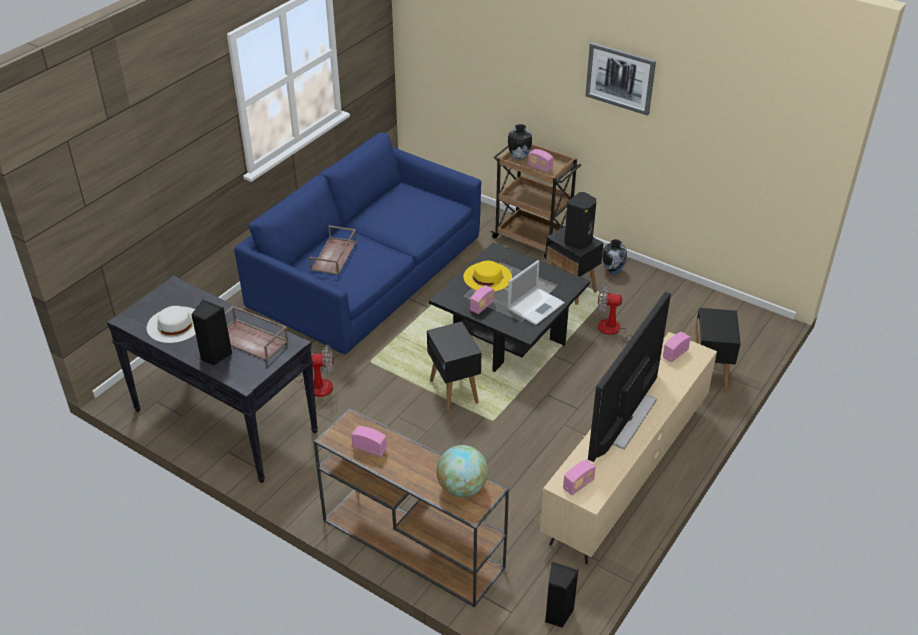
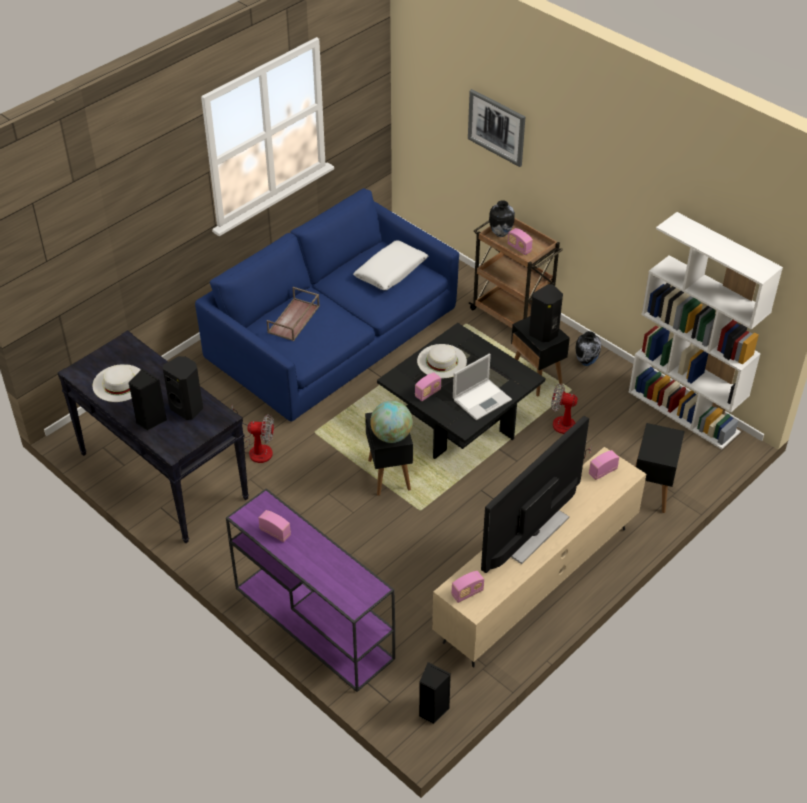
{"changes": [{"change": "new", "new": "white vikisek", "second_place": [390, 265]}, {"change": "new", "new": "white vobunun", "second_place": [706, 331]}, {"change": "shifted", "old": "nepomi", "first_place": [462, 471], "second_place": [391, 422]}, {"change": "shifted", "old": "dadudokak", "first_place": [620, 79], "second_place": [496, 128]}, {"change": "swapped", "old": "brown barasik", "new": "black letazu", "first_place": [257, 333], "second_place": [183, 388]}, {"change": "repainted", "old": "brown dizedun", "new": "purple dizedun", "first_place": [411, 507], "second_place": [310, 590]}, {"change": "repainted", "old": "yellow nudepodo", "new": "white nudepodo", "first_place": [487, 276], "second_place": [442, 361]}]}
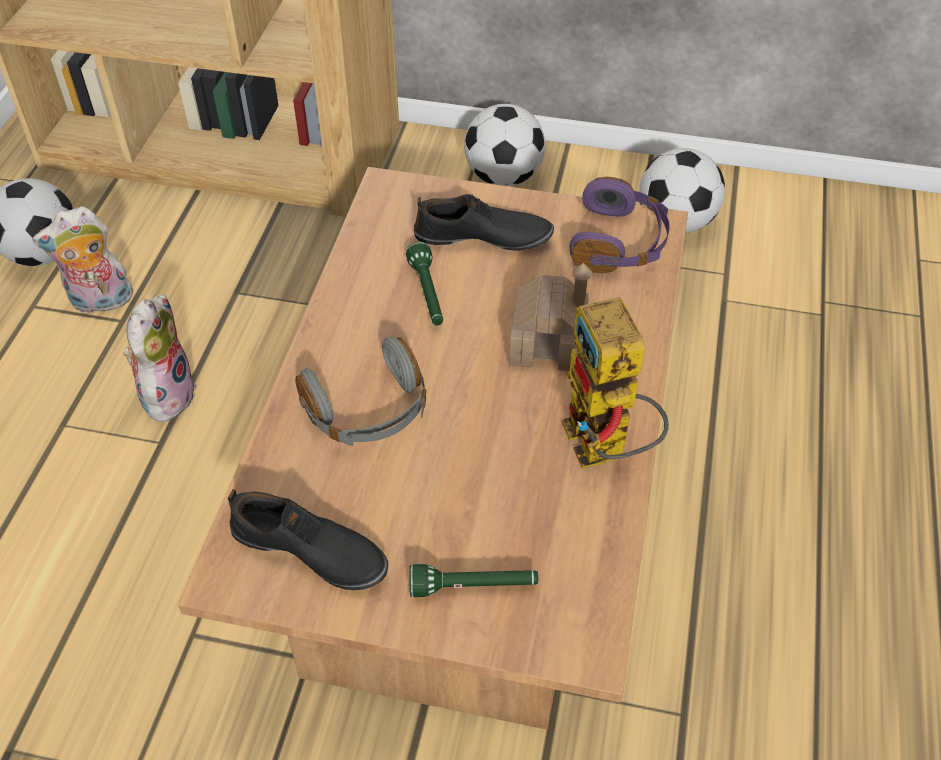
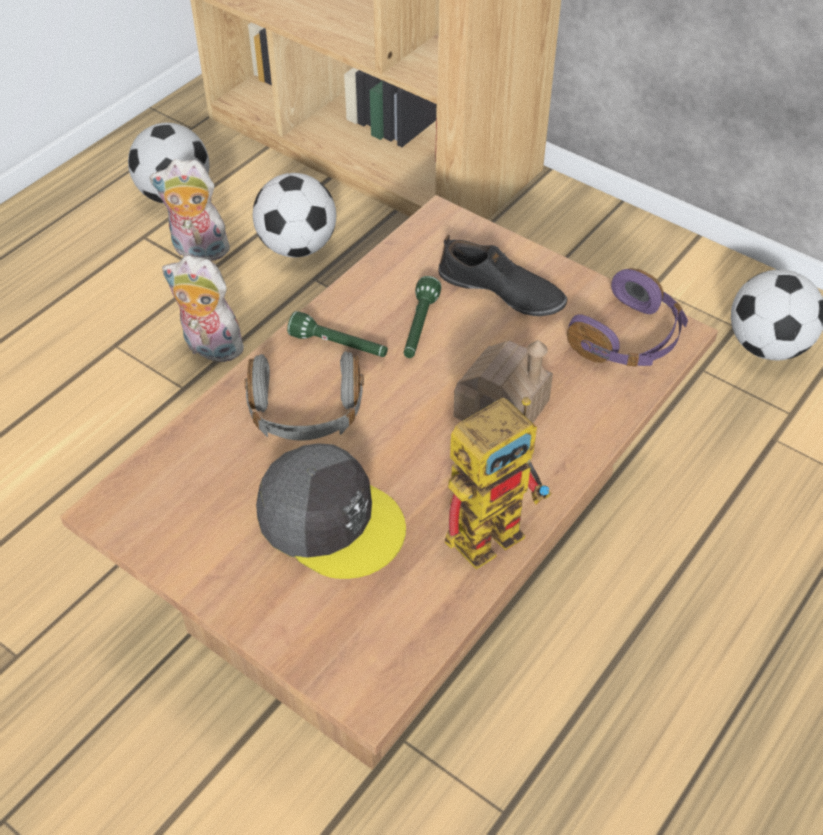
{"changes": [{"change": "gone", "old": "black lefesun", "first_place": [308, 539]}, {"change": "new", "new": "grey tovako", "second_place": [331, 511]}, {"change": "shifted", "old": "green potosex", "first_place": [473, 580], "second_place": [337, 334]}, {"change": "shifted", "old": "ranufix", "first_place": [504, 145], "second_place": [294, 215]}, {"change": "rotated", "old": "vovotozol", "first_place": [160, 358], "second_place": [203, 308], "degrees": -105}, {"change": "rotated", "old": "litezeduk", "first_place": [615, 383], "second_place": [498, 483], "degrees": -135}]}
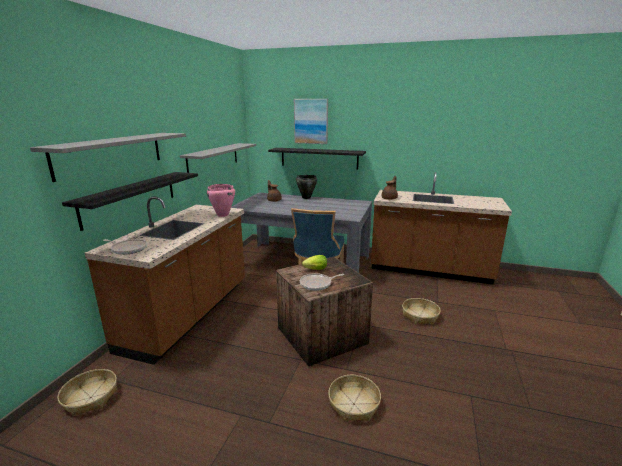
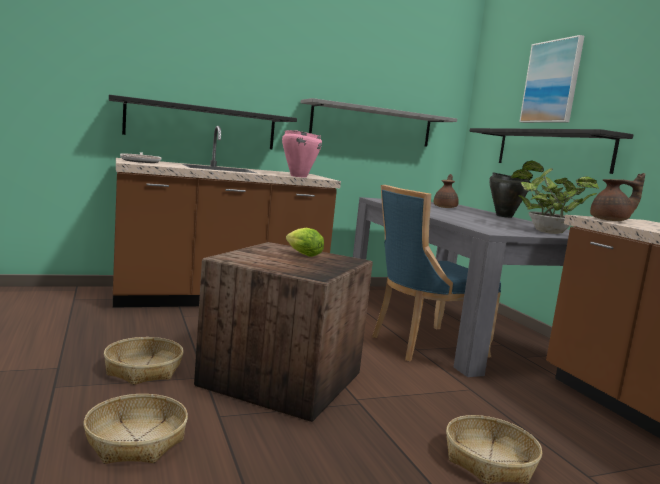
{"changes": [{"change": "gone", "old": "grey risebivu", "first_place": [108, 157]}, {"change": "gone", "old": "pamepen", "first_place": [322, 282]}, {"change": "new", "new": "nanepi", "second_place": [555, 197]}, {"change": "shifted", "old": "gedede", "first_place": [87, 393], "second_place": [144, 361]}]}
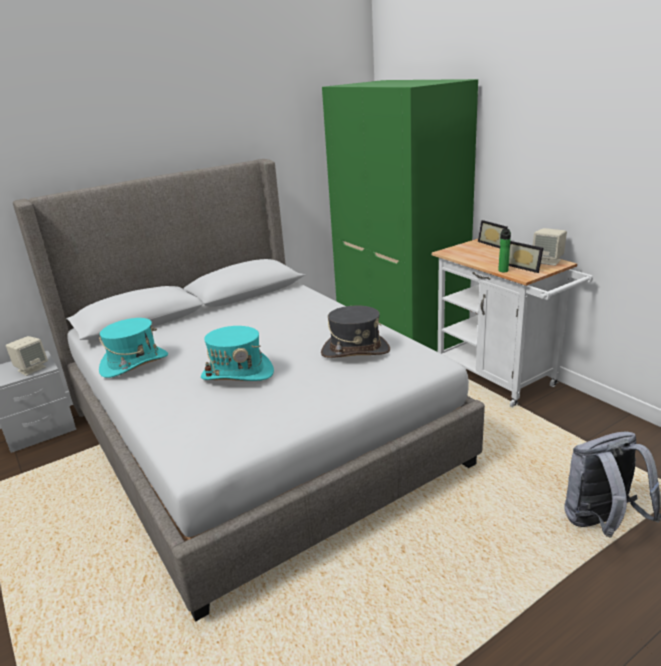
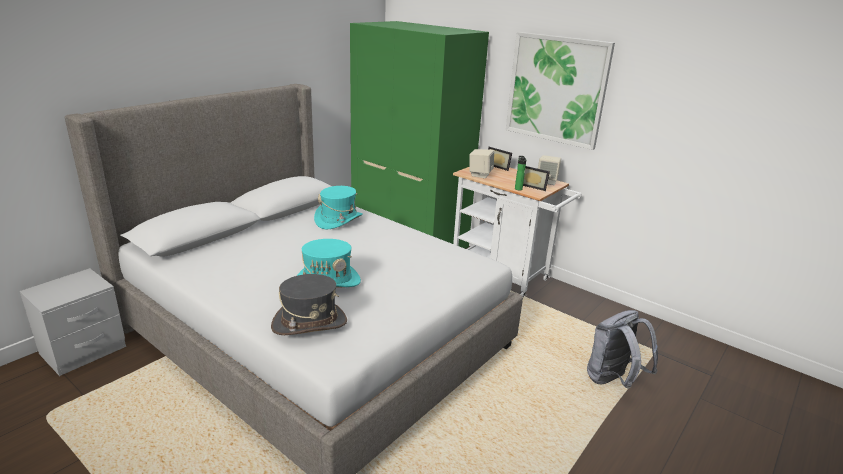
{"changes": [{"change": "new", "new": "dadudokak", "second_place": [560, 91]}, {"change": "shifted", "old": "beige letazu", "first_place": [27, 356], "second_place": [481, 164]}, {"change": "shifted", "old": "turquoise nudepodo", "first_place": [133, 348], "second_place": [338, 207]}, {"change": "shifted", "old": "grey nudepodo", "first_place": [355, 332], "second_place": [309, 304]}]}
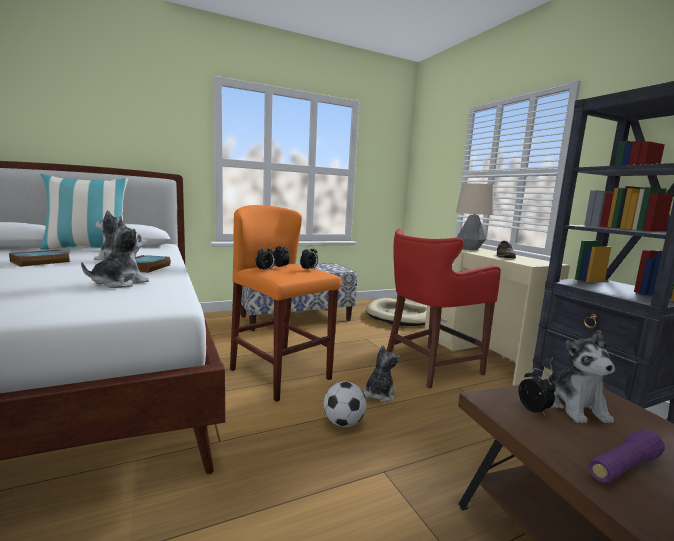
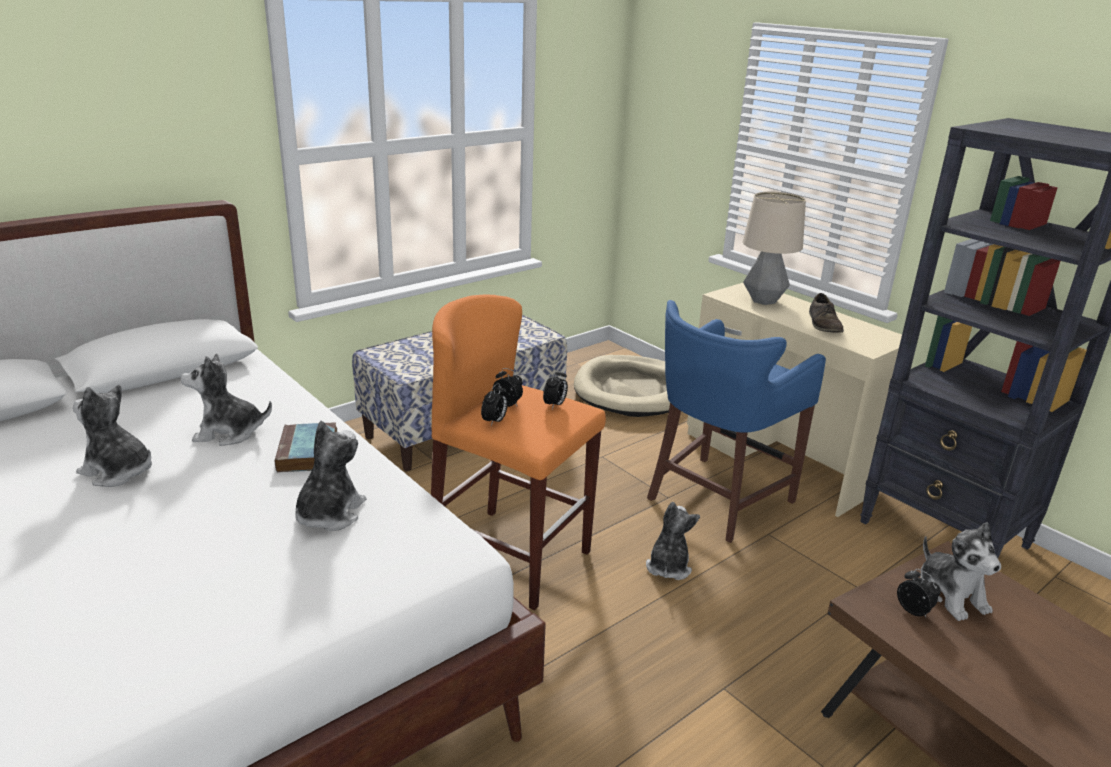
{"changes": [{"change": "gone", "old": "vikisek", "first_place": [84, 212]}, {"change": "gone", "old": "ranufix", "first_place": [345, 404]}, {"change": "gone", "old": "purple potosex", "first_place": [626, 456]}, {"change": "swapped", "old": "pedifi", "new": "vovotozol", "first_place": [39, 258], "second_place": [112, 435]}, {"change": "repainted", "old": "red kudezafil", "new": "blue kudezafil", "first_place": [443, 309], "second_place": [736, 421]}]}
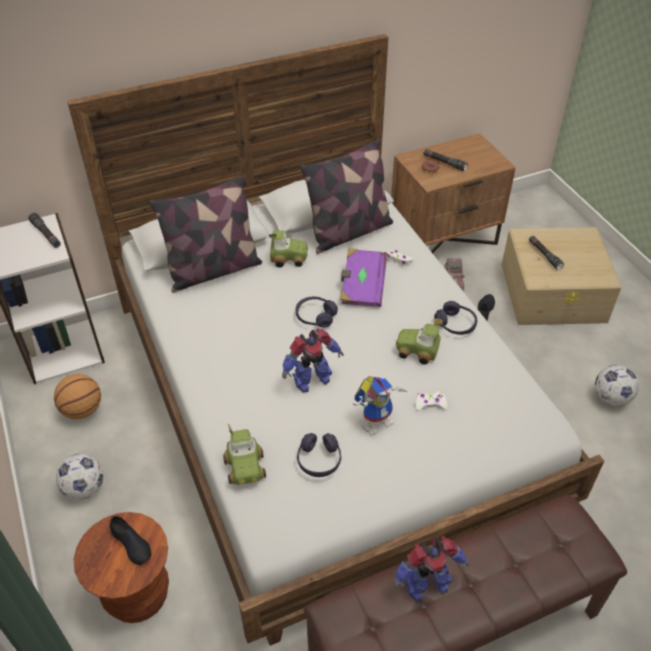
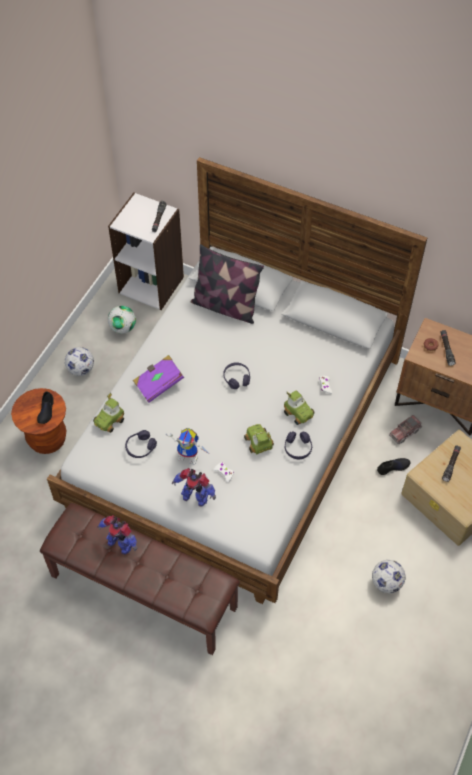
{"changes": [{"change": "gone", "old": "vikisek", "first_place": [346, 196]}, {"change": "shifted", "old": "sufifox", "first_place": [288, 249], "second_place": [299, 408]}, {"change": "shifted", "old": "litezeduk", "first_place": [313, 360], "second_place": [194, 487]}, {"change": "shifted", "old": "purple pedifi", "first_place": [364, 277], "second_place": [158, 379]}, {"change": "swapped", "old": "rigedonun", "new": "ranufix", "first_place": [77, 396], "second_place": [122, 320]}]}
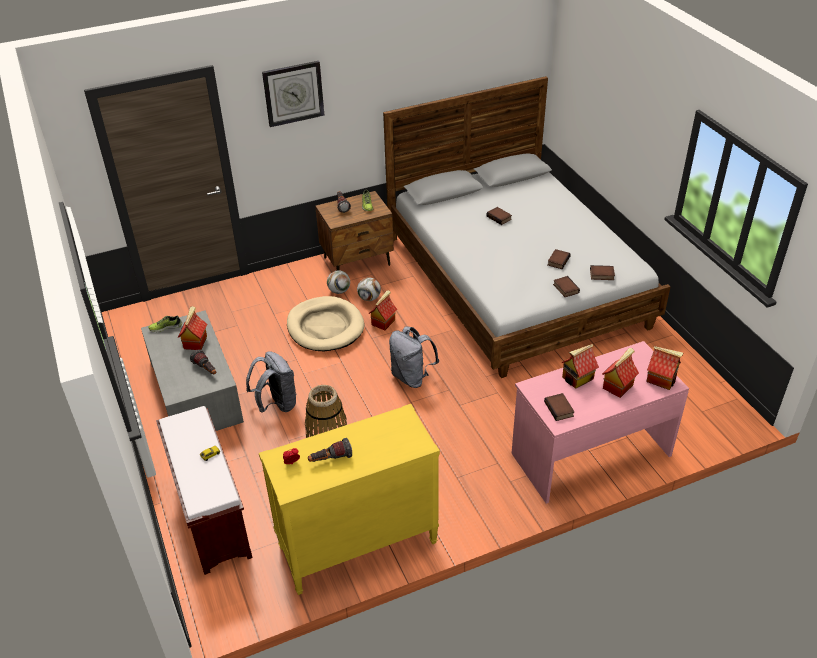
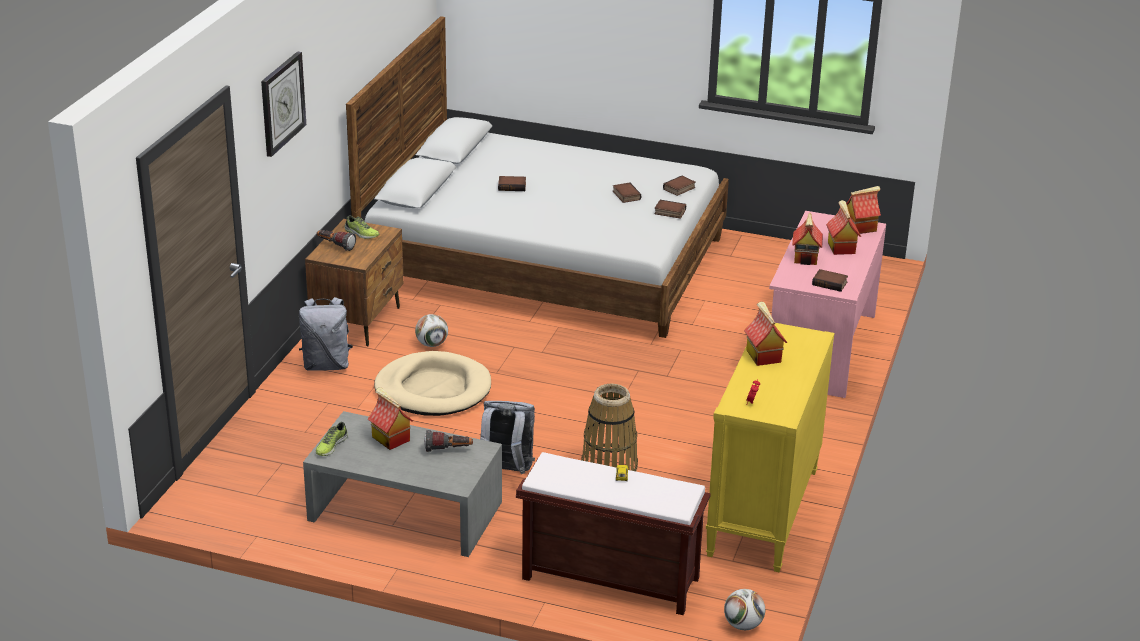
{"changes": [{"change": "gone", "old": "potosex", "first_place": [330, 450]}, {"change": "shifted", "old": "ranufix", "first_place": [338, 282], "second_place": [744, 609]}, {"change": "shifted", "old": "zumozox", "first_place": [382, 310], "second_place": [765, 334]}, {"change": "shifted", "old": "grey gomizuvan", "first_place": [414, 357], "second_place": [326, 334]}]}
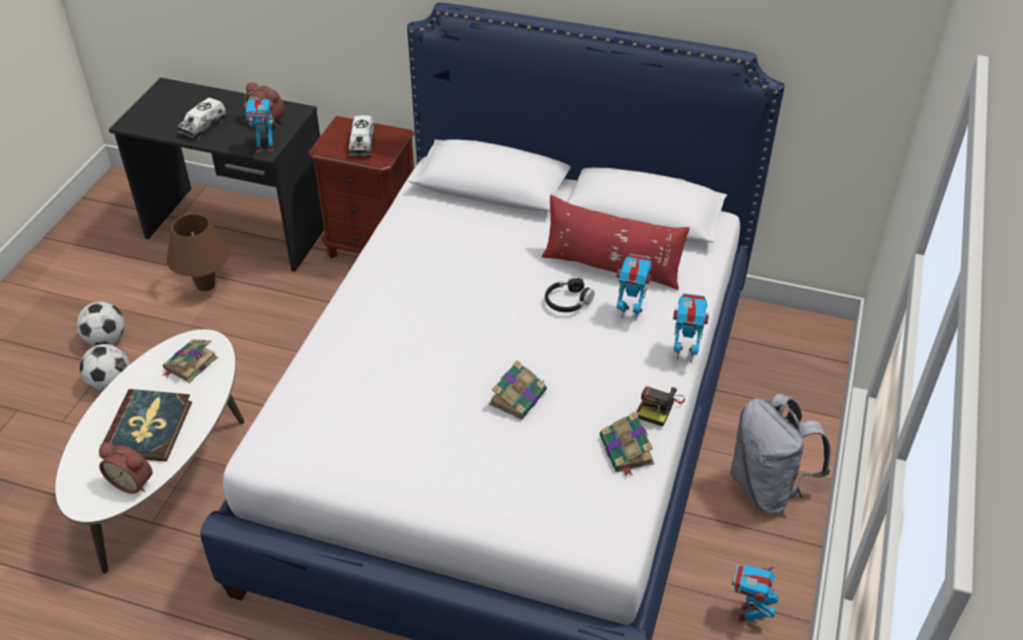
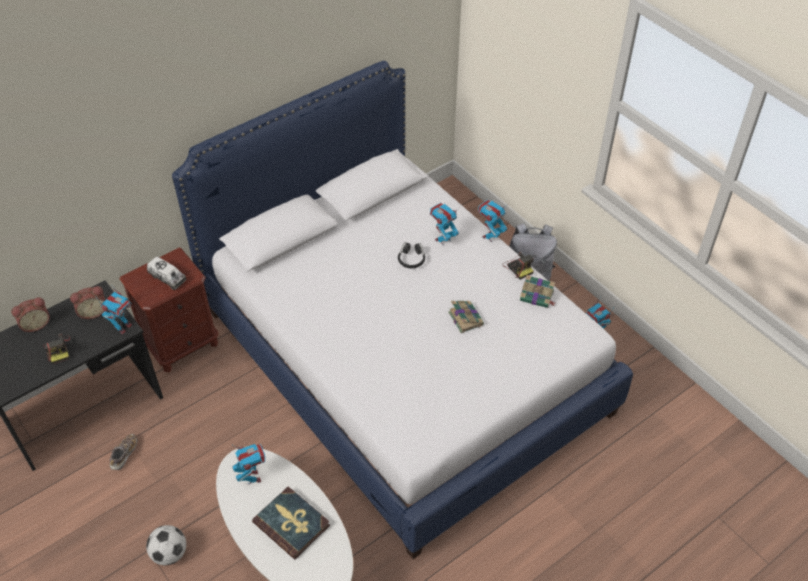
{"changes": [{"change": "gone", "old": "ranufix", "first_place": [100, 324]}, {"change": "gone", "old": "red vikisek", "first_place": [616, 242]}, {"change": "shifted", "old": "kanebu", "first_place": [126, 468], "second_place": [30, 314]}, {"change": "swapped", "old": "pedifi", "new": "litezeduk", "first_place": [190, 361], "second_place": [248, 464]}, {"change": "swapped", "old": "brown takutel", "new": "lefesun", "first_place": [198, 252], "second_place": [123, 452]}, {"change": "swapped", "old": "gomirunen", "new": "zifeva", "first_place": [202, 119], "second_place": [57, 349]}]}
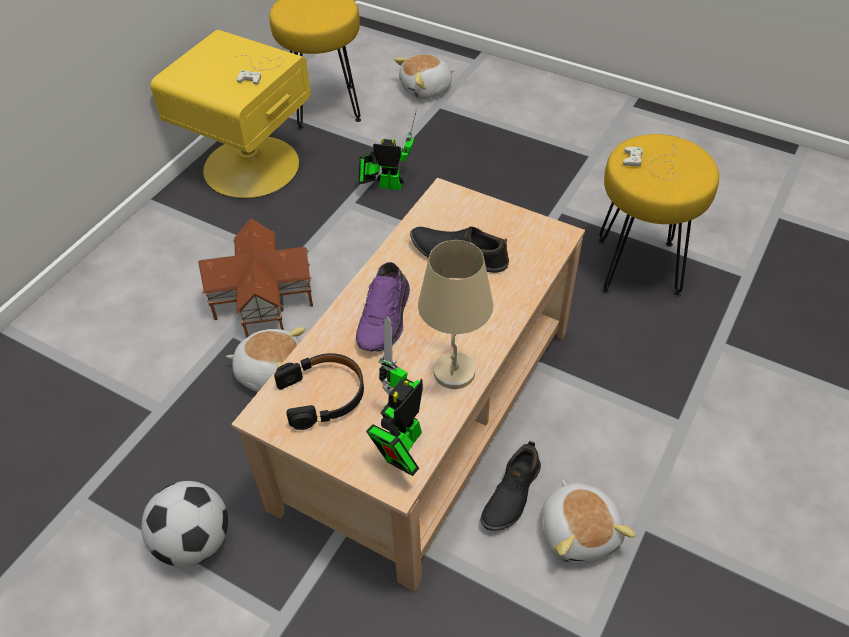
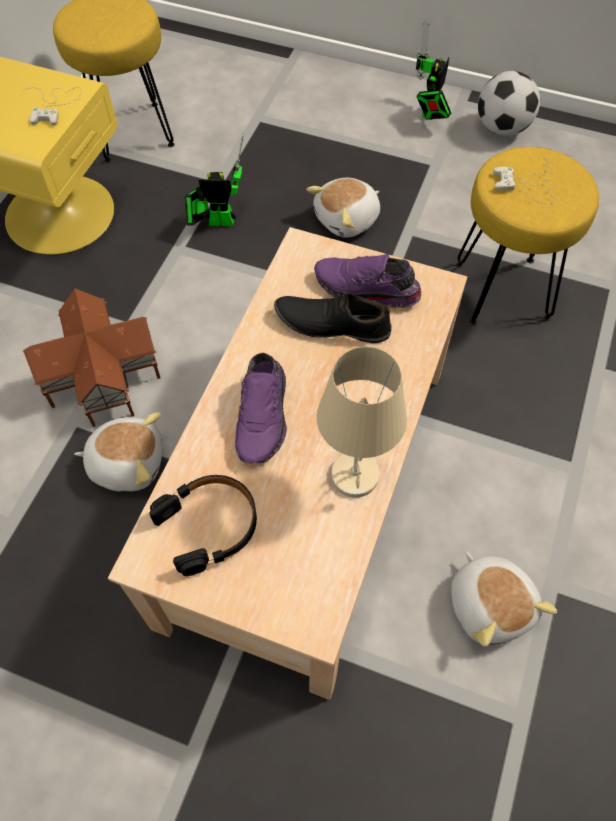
{"changes": [{"change": "gone", "old": "black lefesun", "first_place": [511, 486]}, {"change": "new", "new": "purple lefesun", "second_place": [368, 281]}, {"change": "shifted", "old": "ranufix", "first_place": [184, 524], "second_place": [509, 103]}, {"change": "shifted", "old": "litezeduk", "first_place": [394, 396], "second_place": [433, 69]}, {"change": "shifted", "old": "vovotozol", "first_place": [424, 76], "second_place": [343, 208]}]}
